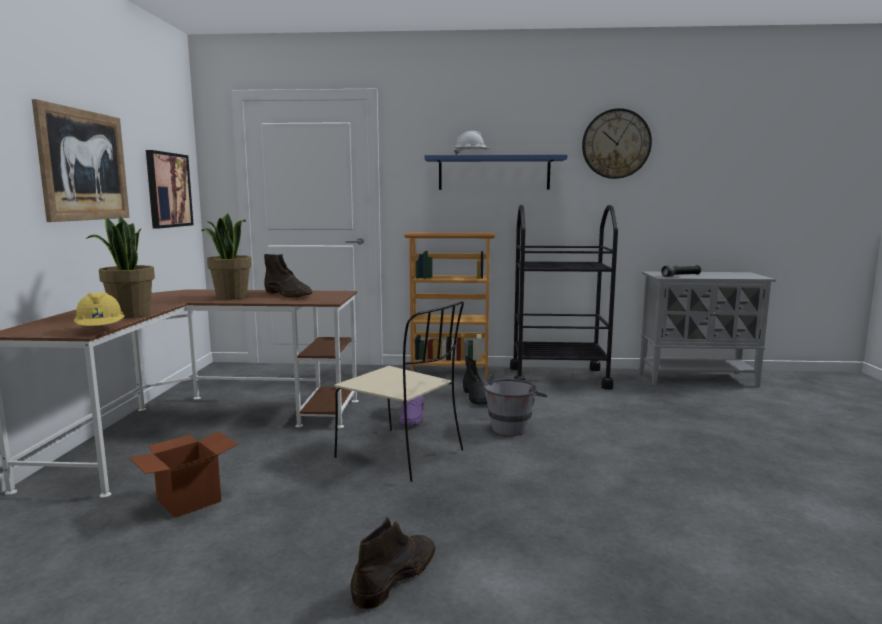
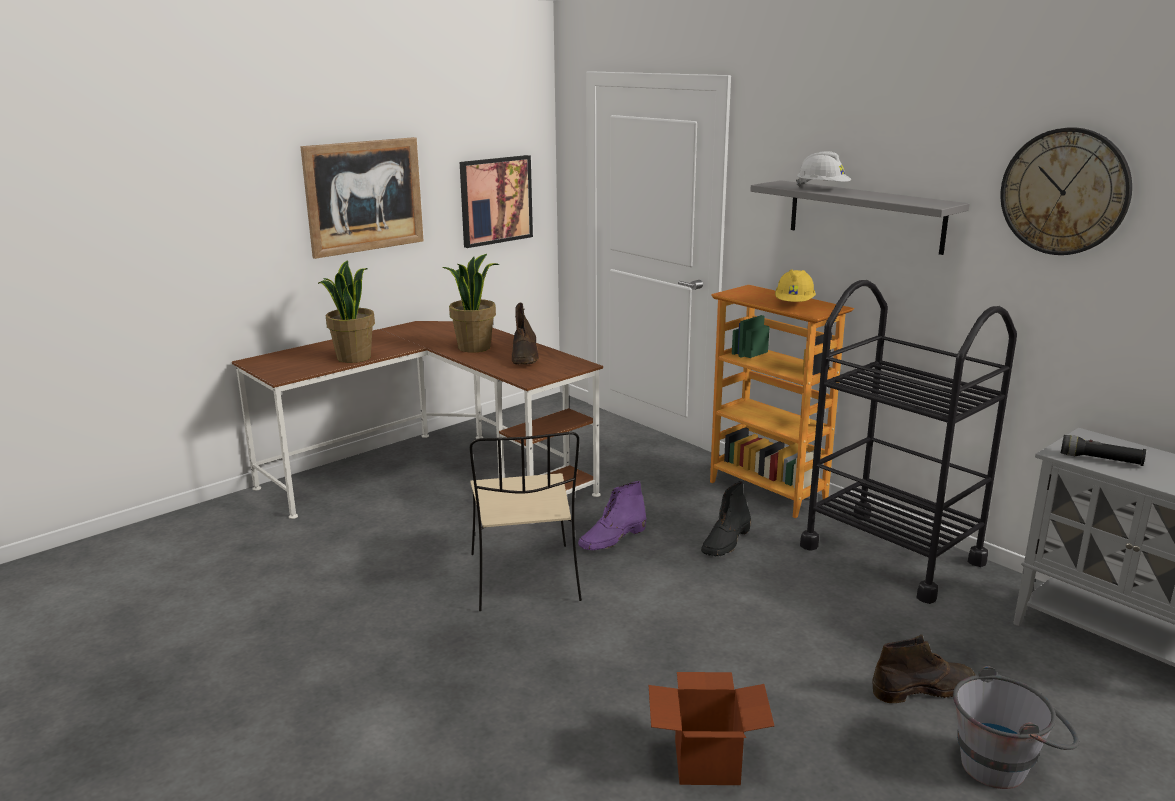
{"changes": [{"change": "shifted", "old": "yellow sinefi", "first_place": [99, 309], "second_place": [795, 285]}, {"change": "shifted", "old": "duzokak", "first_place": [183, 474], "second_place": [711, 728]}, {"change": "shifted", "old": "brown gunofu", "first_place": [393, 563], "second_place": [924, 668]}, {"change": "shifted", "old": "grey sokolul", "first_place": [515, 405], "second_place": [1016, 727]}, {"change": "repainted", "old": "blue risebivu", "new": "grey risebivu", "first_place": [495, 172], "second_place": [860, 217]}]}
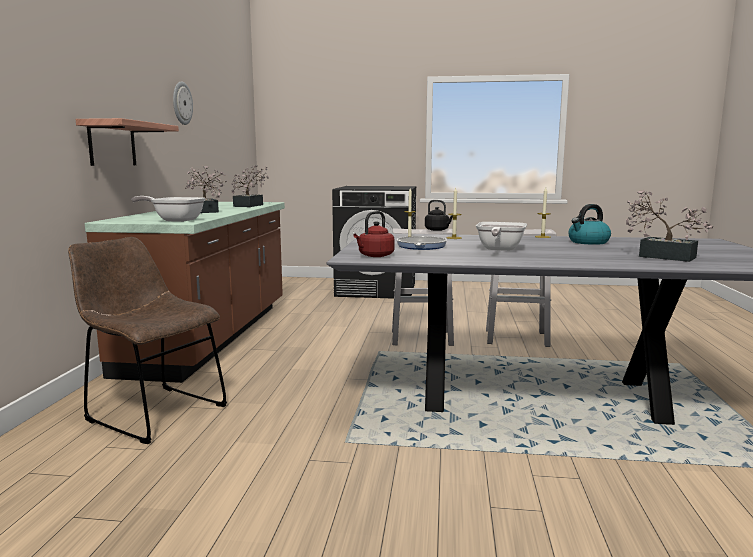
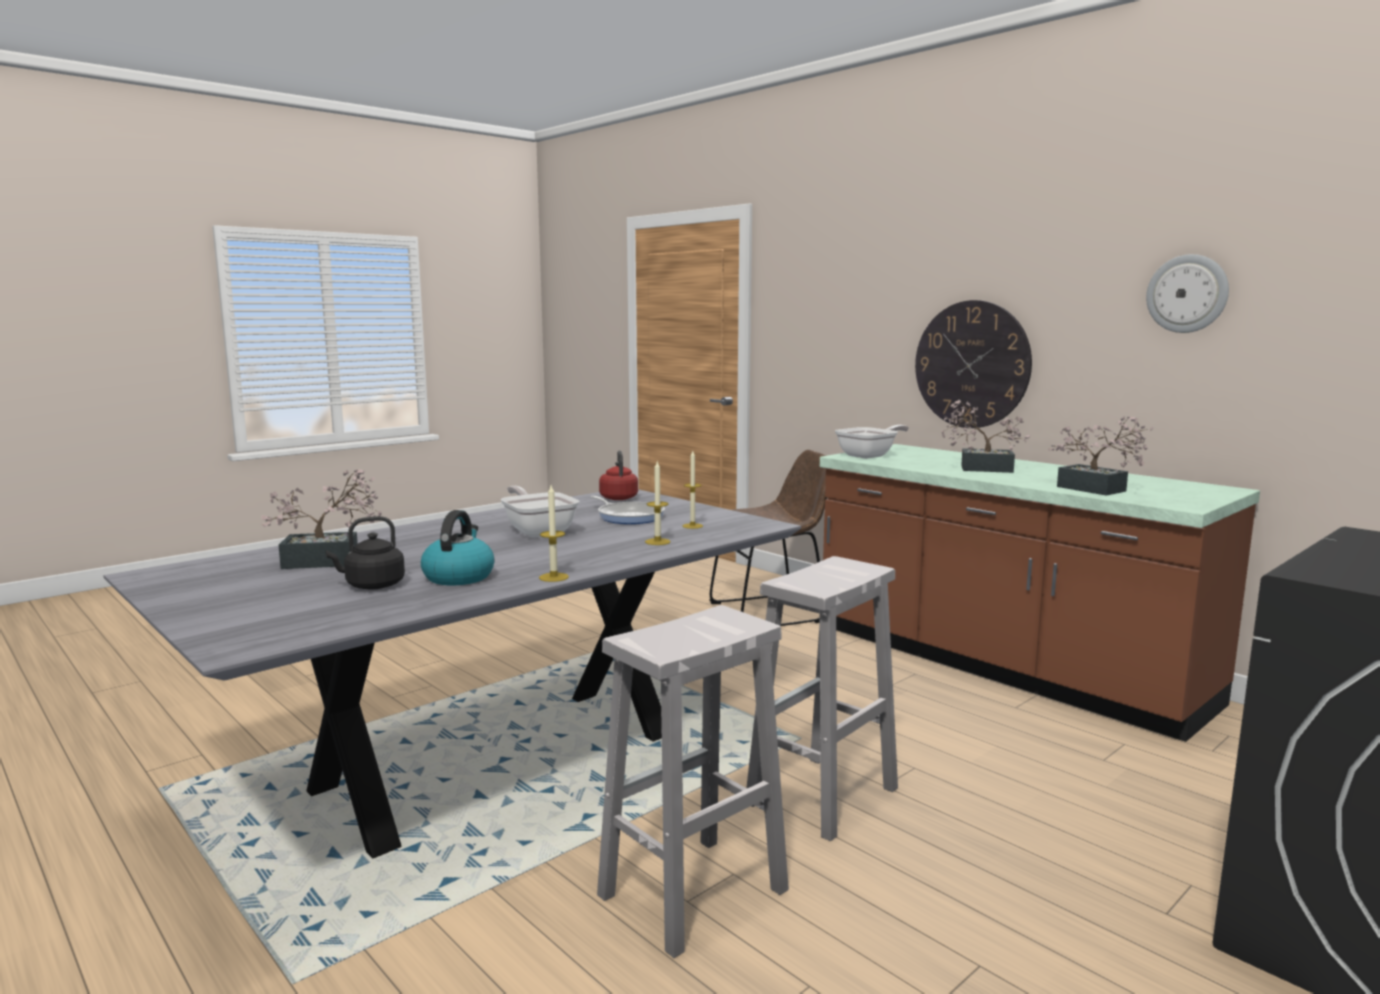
{"changes": [{"change": "shifted", "old": "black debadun", "first_place": [439, 215], "second_place": [365, 553]}, {"change": "swapped", "old": "risebivu", "new": "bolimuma", "first_place": [127, 142], "second_place": [973, 364]}]}
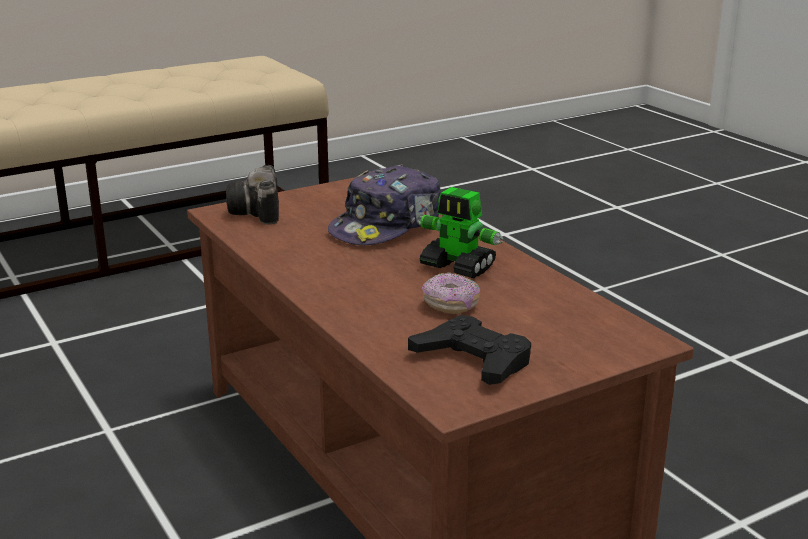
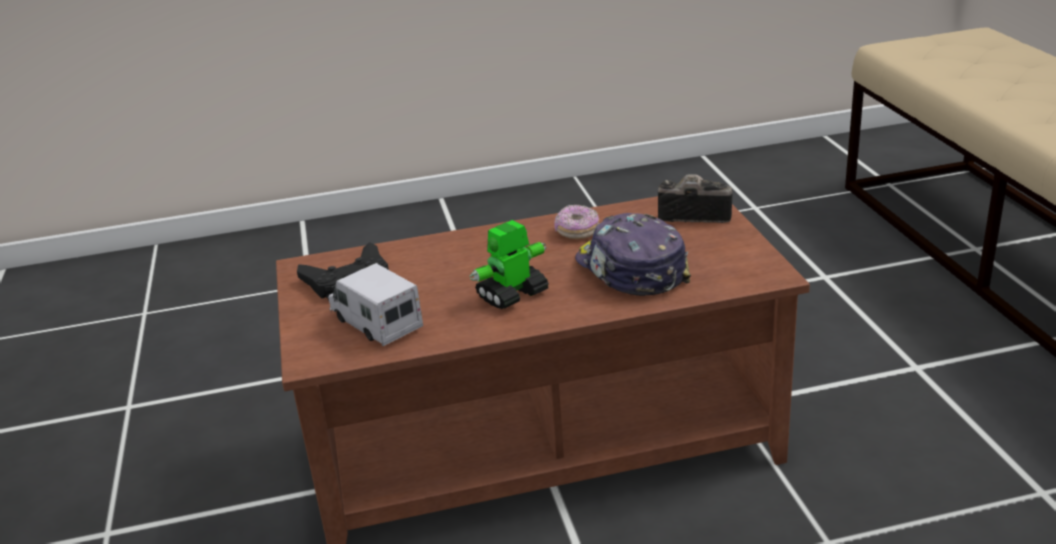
{"changes": [{"change": "new", "new": "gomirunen", "second_place": [375, 304]}, {"change": "shifted", "old": "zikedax", "first_place": [451, 293], "second_place": [576, 221]}]}
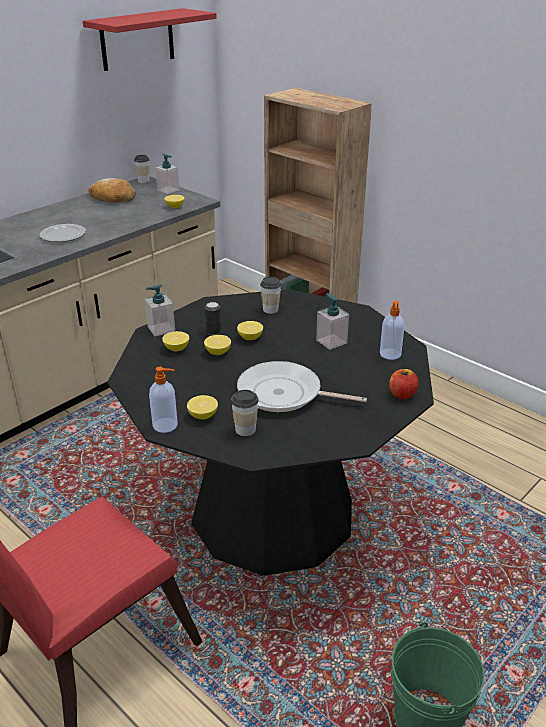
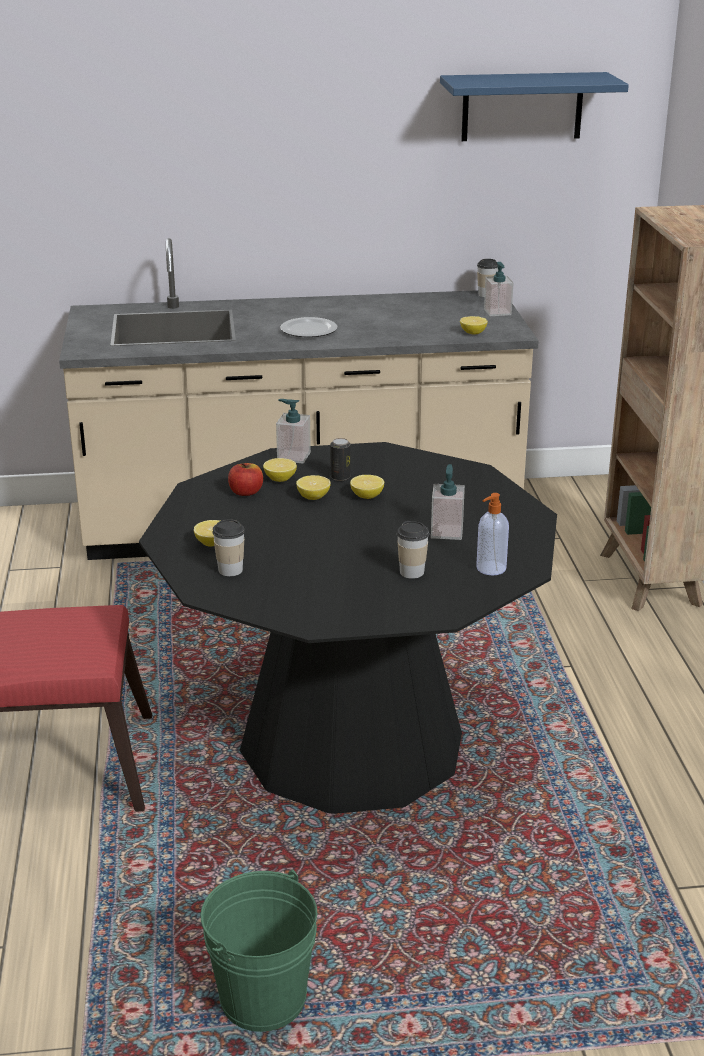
{"changes": [{"change": "gone", "old": "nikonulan", "first_place": [112, 190]}, {"change": "gone", "old": "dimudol", "first_place": [163, 400]}, {"change": "gone", "old": "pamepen", "first_place": [302, 386]}, {"change": "shifted", "old": "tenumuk", "first_place": [270, 295], "second_place": [413, 550]}, {"change": "shifted", "old": "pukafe", "first_place": [404, 384], "second_place": [245, 479]}, {"change": "repainted", "old": "red risebivu", "new": "blue risebivu", "first_place": [150, 39], "second_place": [534, 106]}]}
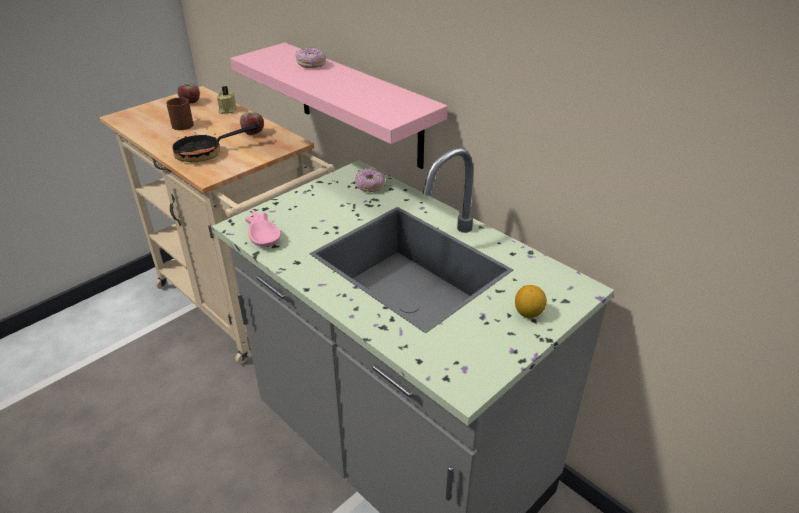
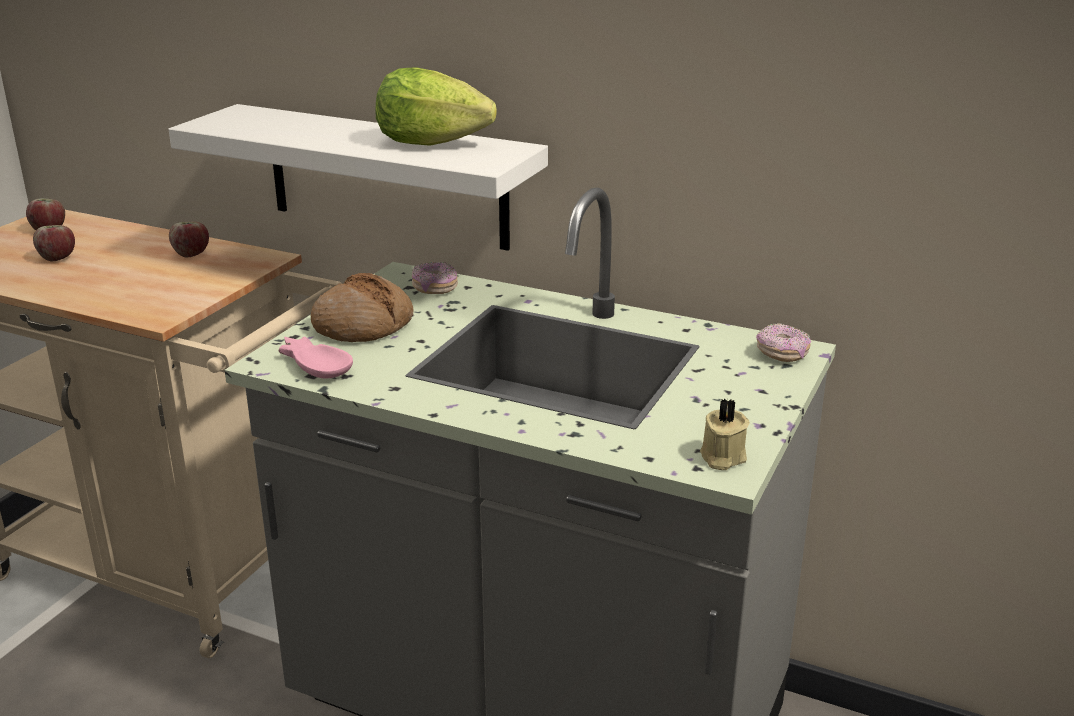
{"changes": [{"change": "gone", "old": "pamepen", "first_place": [216, 143]}, {"change": "gone", "old": "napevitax", "first_place": [531, 301]}, {"change": "new", "new": "nikonulan", "second_place": [362, 307]}, {"change": "new", "new": "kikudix", "second_place": [436, 106]}, {"change": "shifted", "old": "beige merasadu", "first_place": [226, 100], "second_place": [725, 434]}, {"change": "shifted", "old": "zikedax", "first_place": [310, 57], "second_place": [783, 342]}, {"change": "swapped", "old": "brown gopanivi", "new": "pukafe", "first_place": [180, 113], "second_place": [54, 243]}, {"change": "repainted", "old": "pink risebivu", "new": "white risebivu", "first_place": [339, 106], "second_place": [358, 177]}]}
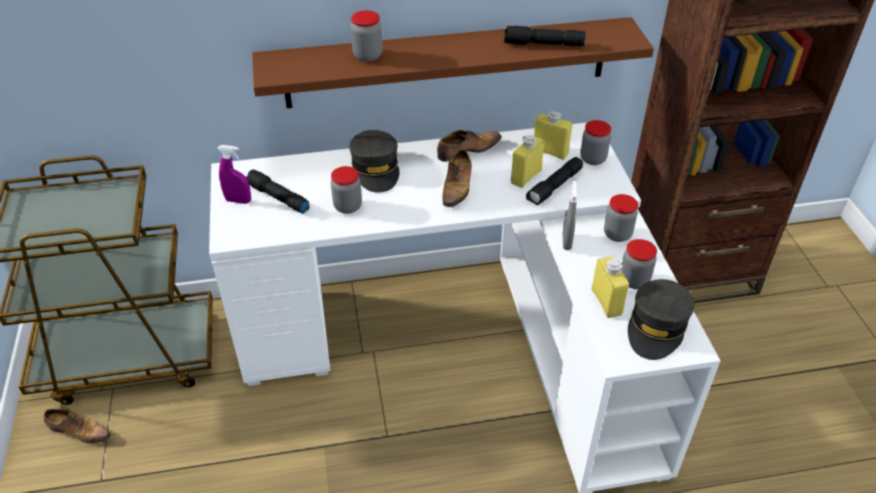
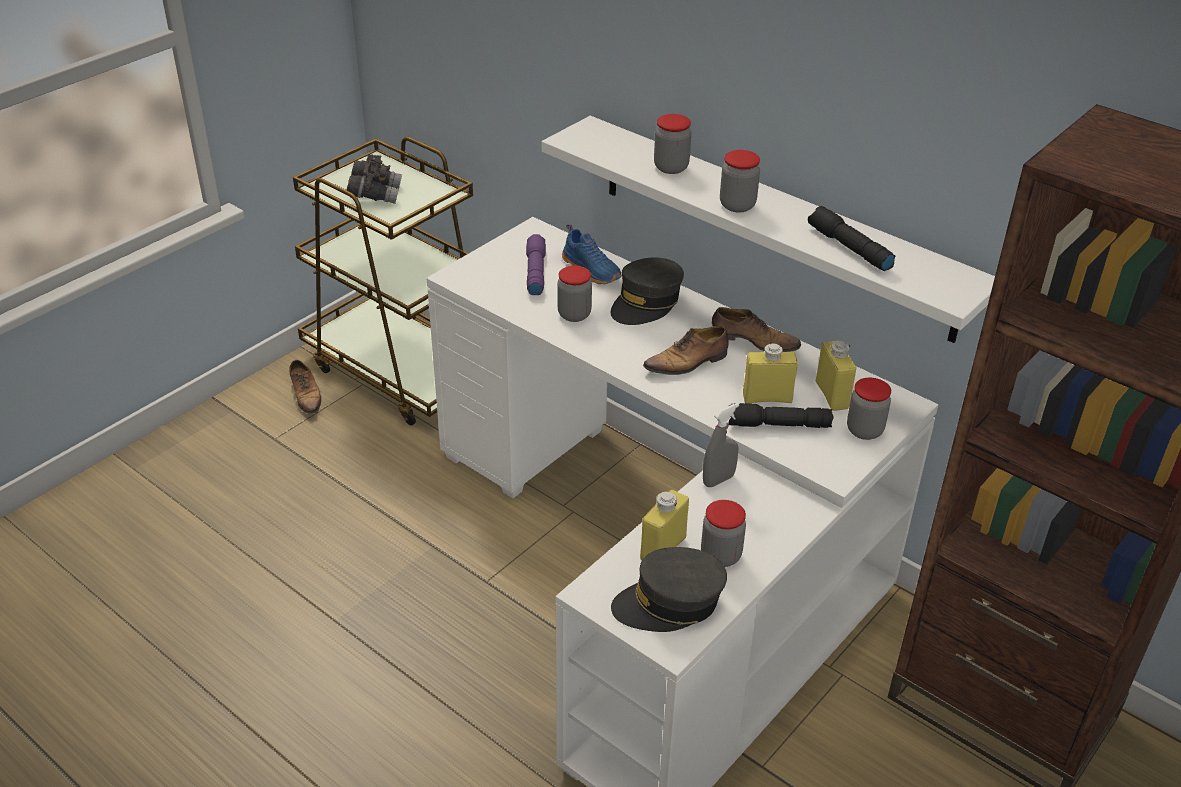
{"changes": [{"change": "gone", "old": "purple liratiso", "first_place": [234, 174]}, {"change": "new", "new": "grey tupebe", "second_place": [374, 179]}, {"change": "new", "new": "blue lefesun", "second_place": [592, 254]}, {"change": "shifted", "old": "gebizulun", "first_place": [621, 218], "second_place": [740, 181]}, {"change": "repainted", "old": "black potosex", "new": "purple potosex", "first_place": [278, 191], "second_place": [536, 264]}, {"change": "repainted", "old": "brown risebivu", "new": "white risebivu", "first_place": [453, 62], "second_place": [768, 229]}]}
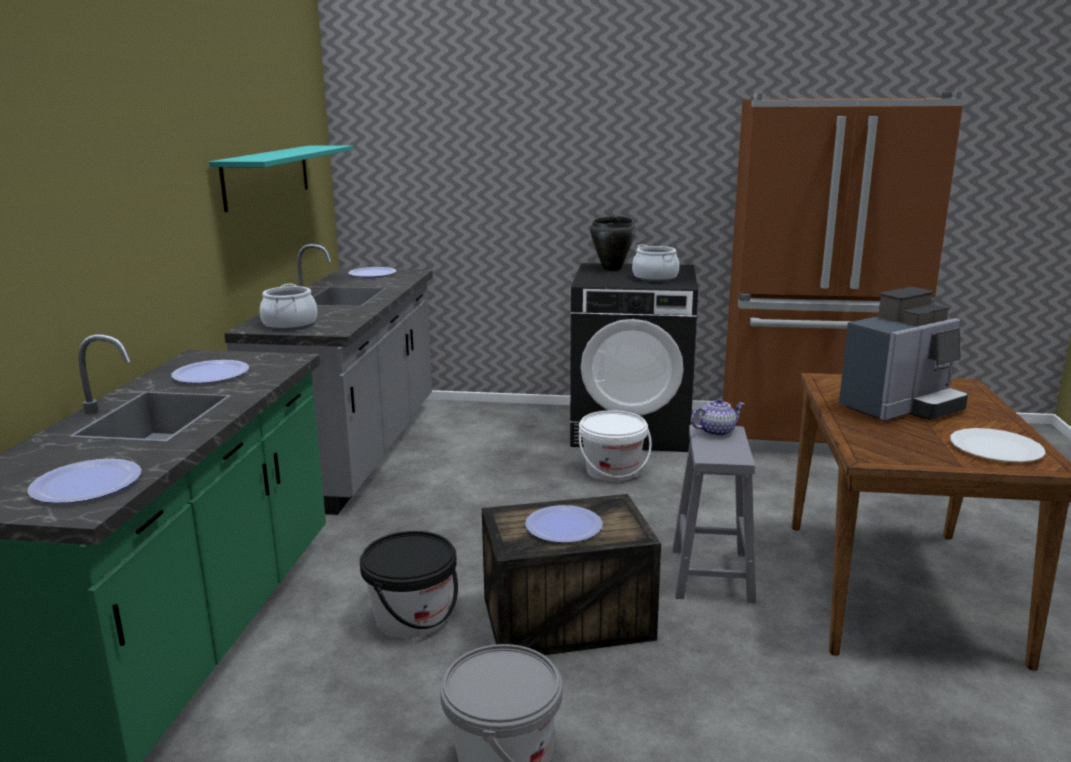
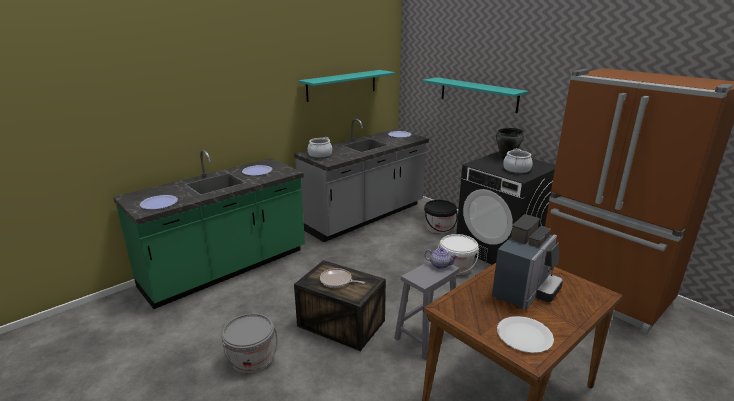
{"changes": [{"change": "new", "new": "turquoise risebivu", "second_place": [475, 95]}, {"change": "shifted", "old": "black sokolul", "first_place": [409, 584], "second_place": [441, 217]}, {"change": "swapped", "old": "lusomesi", "new": "pamepen", "first_place": [564, 524], "second_place": [342, 278]}, {"change": "rotated", "old": "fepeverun", "first_place": [903, 354], "second_place": [527, 262], "degrees": -60}]}
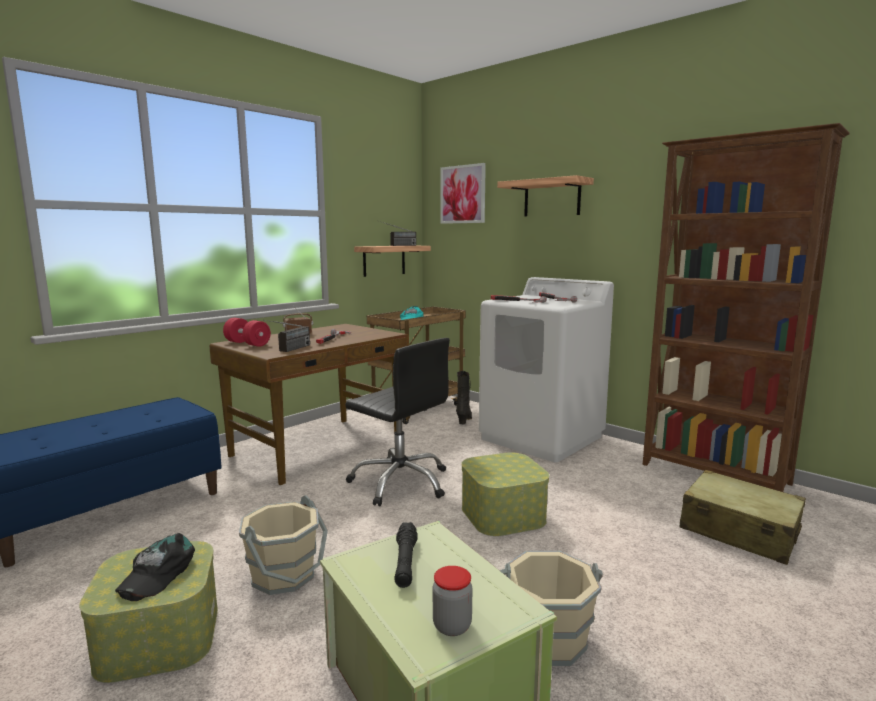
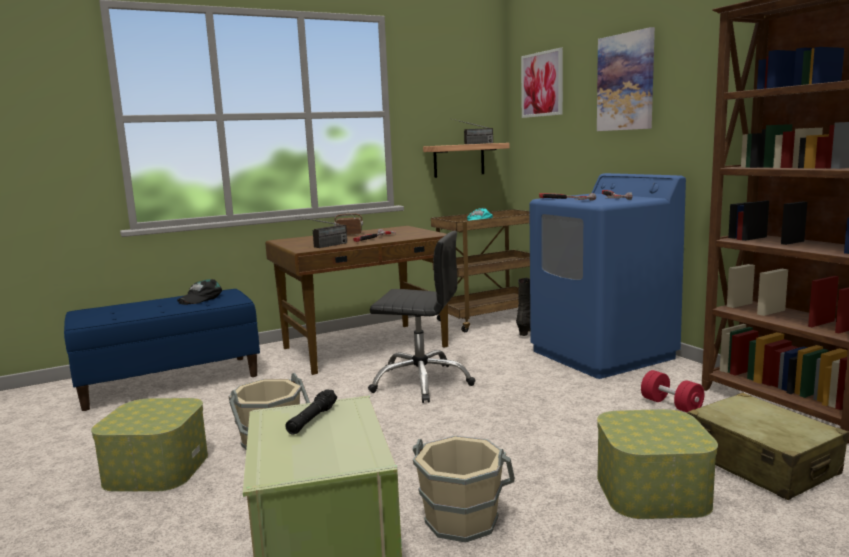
{"changes": [{"change": "gone", "old": "gebizulun", "first_place": [452, 601]}, {"change": "shifted", "old": "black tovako", "first_place": [155, 567], "second_place": [199, 292]}, {"change": "shifted", "old": "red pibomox", "first_place": [247, 332], "second_place": [672, 391]}, {"change": "shifted", "old": "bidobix", "first_place": [505, 494], "second_place": [657, 464]}, {"change": "swapped", "old": "risebivu", "new": "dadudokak", "first_place": [545, 195], "second_place": [626, 79]}, {"change": "repainted", "old": "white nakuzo", "new": "blue nakuzo", "first_place": [546, 369], "second_place": [607, 276]}, {"change": "rotated", "old": "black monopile", "first_place": [397, 422], "second_place": [422, 317], "degrees": -45}]}
